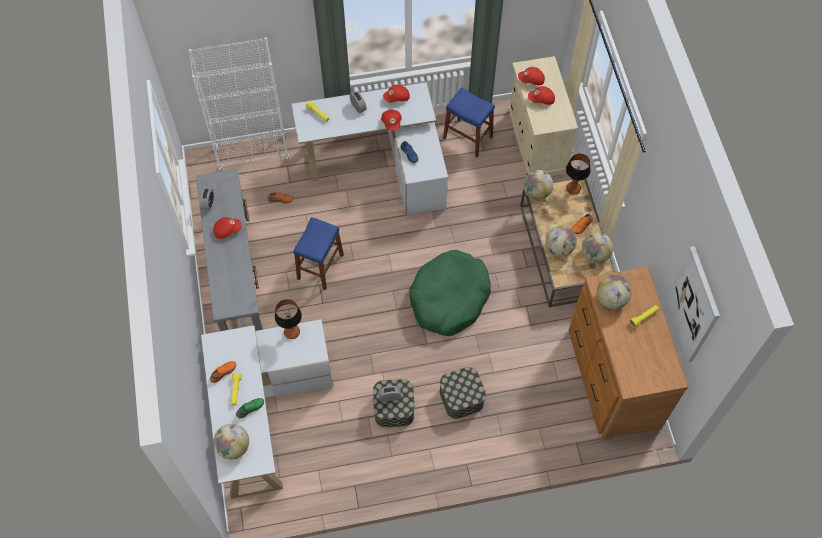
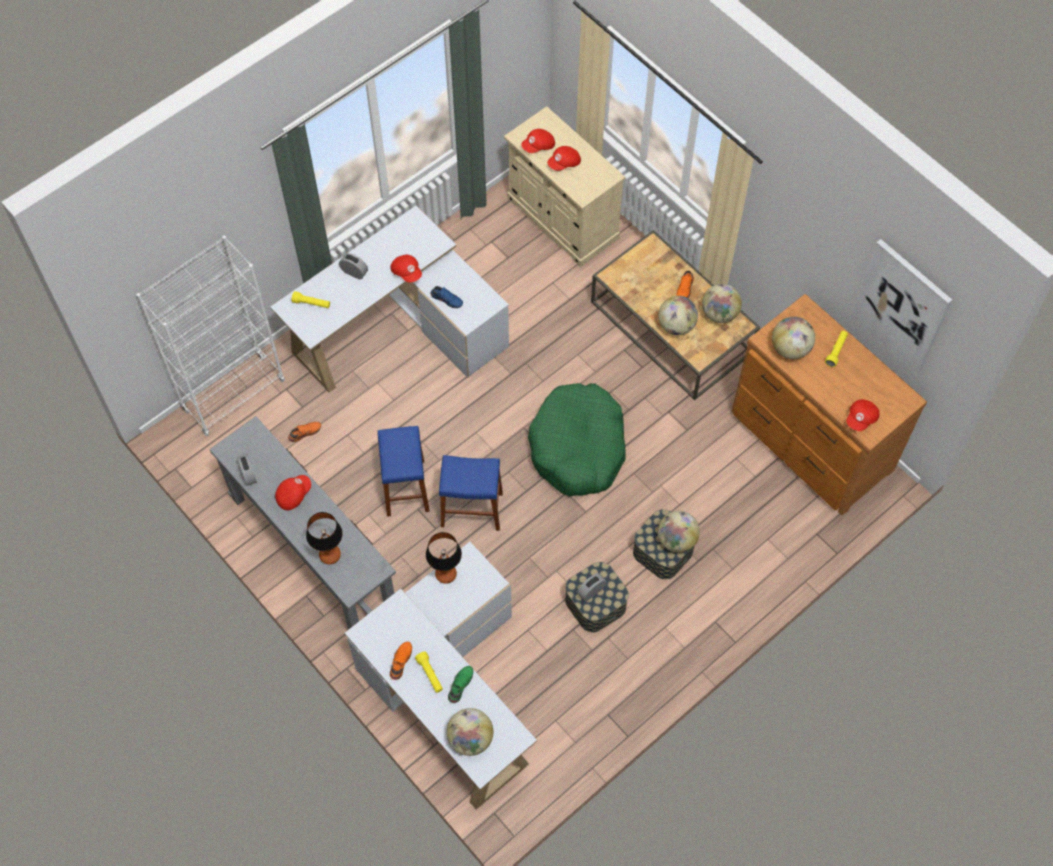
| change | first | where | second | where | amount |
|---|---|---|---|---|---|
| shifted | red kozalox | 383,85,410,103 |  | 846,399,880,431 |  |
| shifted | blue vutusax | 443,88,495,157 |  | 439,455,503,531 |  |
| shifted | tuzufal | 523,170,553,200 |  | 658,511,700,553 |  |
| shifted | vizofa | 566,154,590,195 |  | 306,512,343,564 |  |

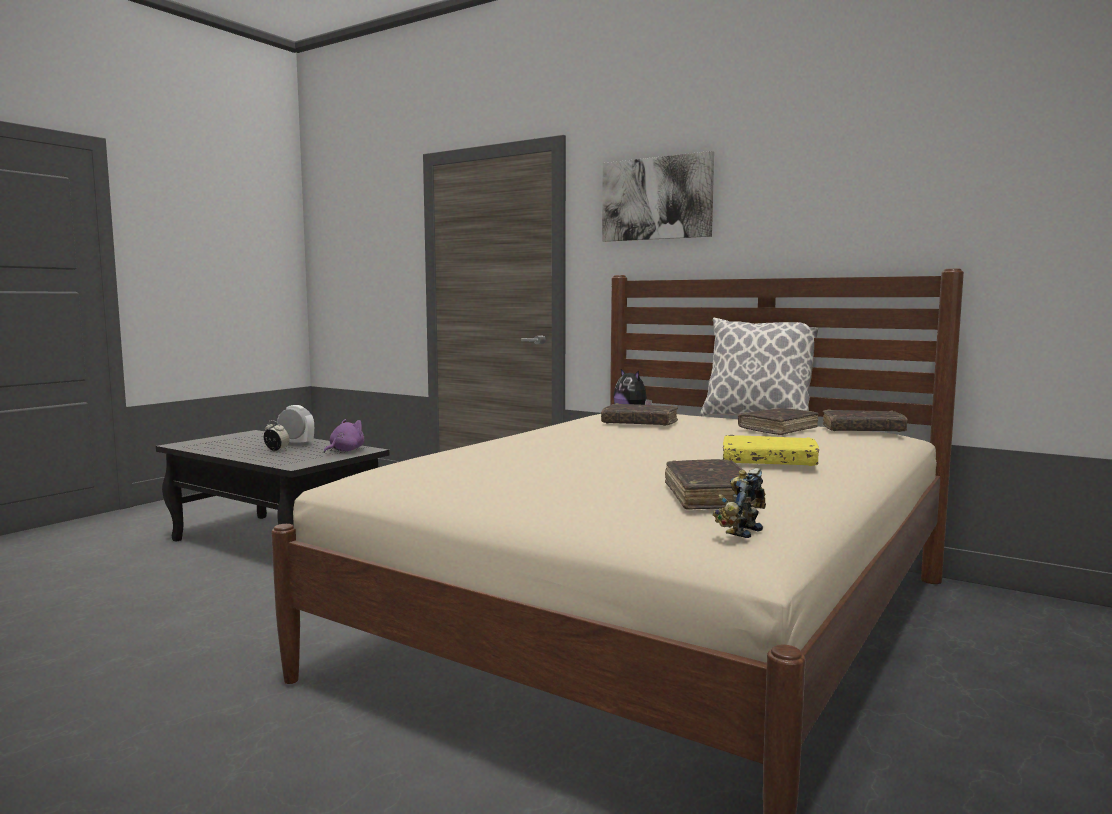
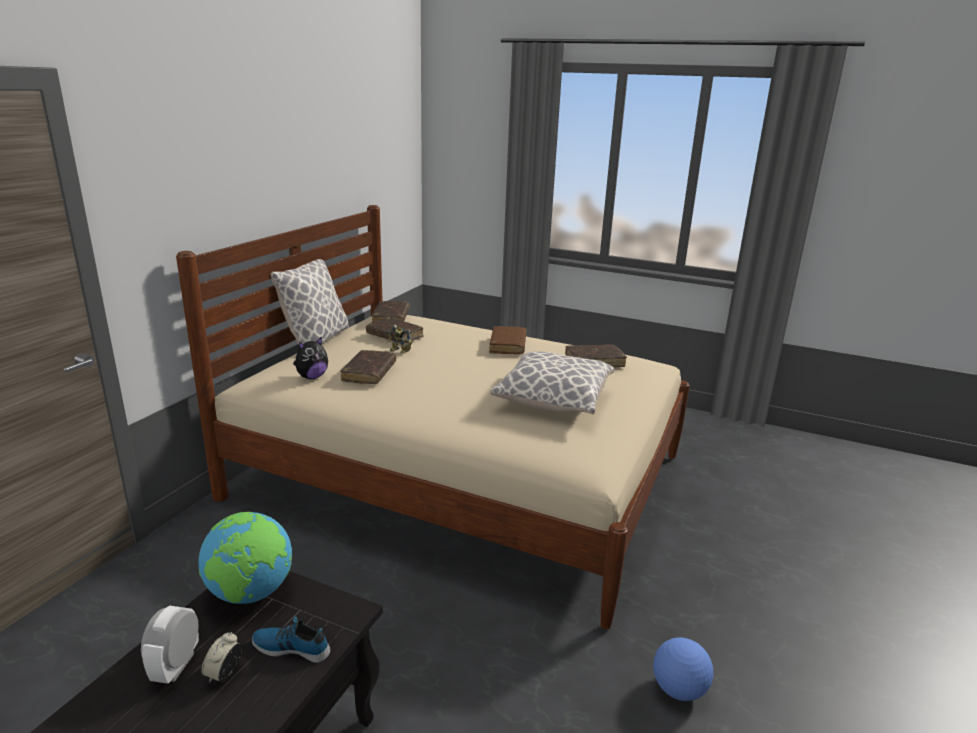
| change | first | where | second | where | amount |
|---|---|---|---|---|---|
| swapped | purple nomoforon | 324,419,364,453 | tuzufal | 199,512,292,604 |  |
| gone | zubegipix | 602,151,714,242 |  |  |  |
| shifted | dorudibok | 713,468,766,538 |  | 388,325,413,354 |  |
| repainted | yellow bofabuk | 723,435,819,466 | brown bofabuk | 489,326,526,354 |  |
| new |  |  | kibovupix | 252,617,330,663 |  |
| new |  |  | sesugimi | 491,351,614,414 |  |
| new |  |  | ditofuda | 653,637,713,701 |  |

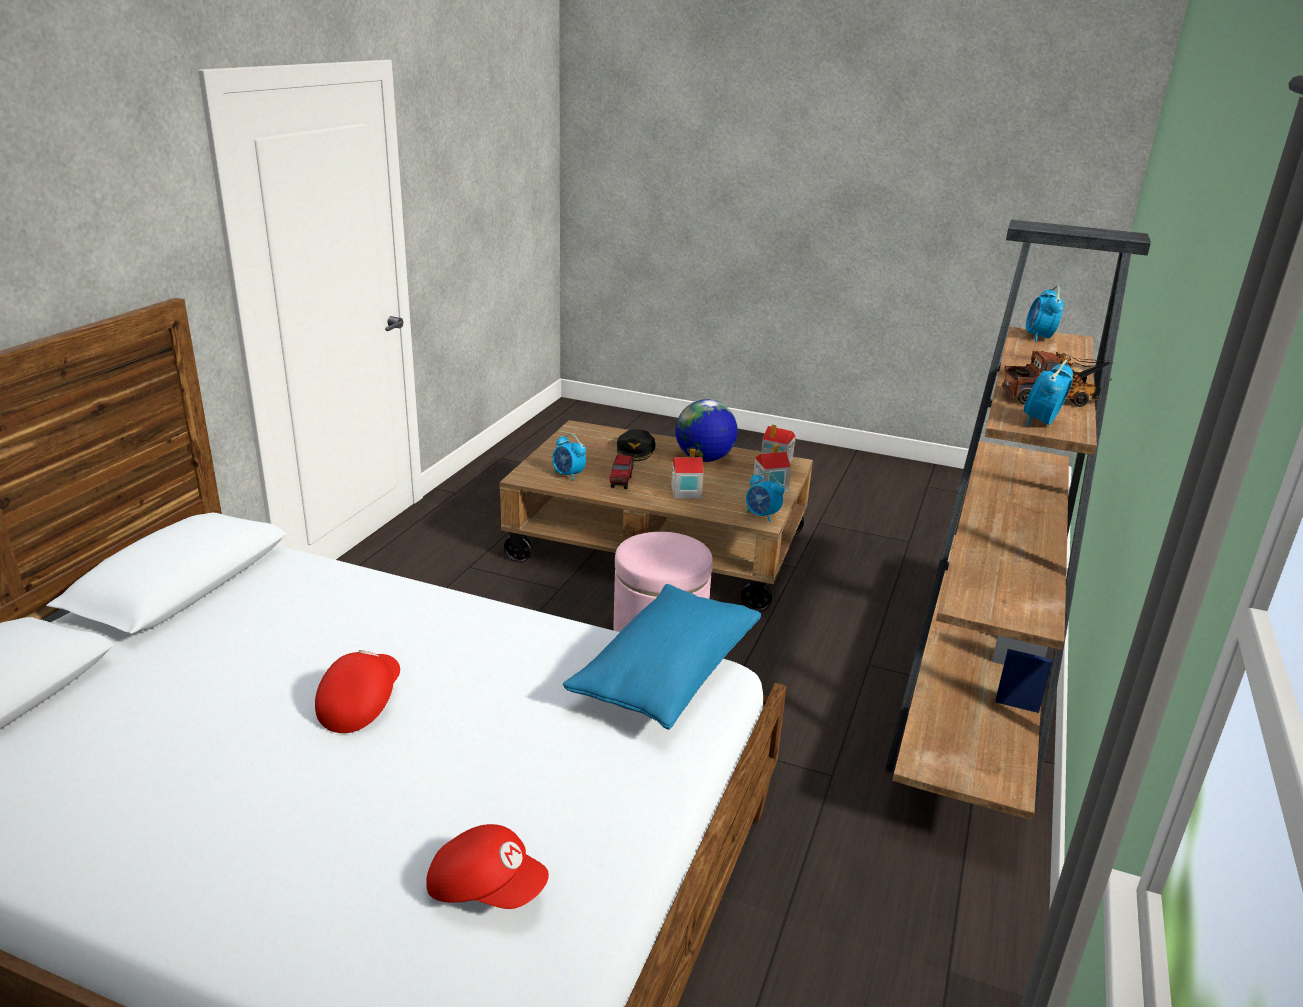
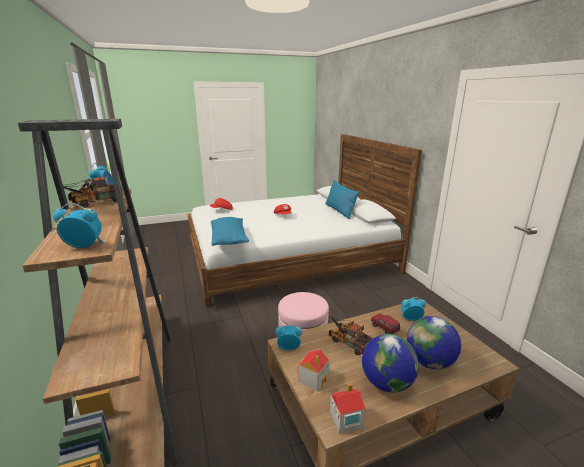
| change | first | where | second | where | amount |
|---|---|---|---|---|---|
| swapped | black kozalox | 617,429,655,461 | tuzufal | 407,316,461,369 |  |
| swapped | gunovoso | 671,449,704,498 | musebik | 328,316,373,355 |  |
| rotated | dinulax | 1026,286,1064,342 |  | 53,203,103,248 | 60 degrees counterclockwise |
| new |  |  | blue sesugimi | 326,180,360,219 |  |

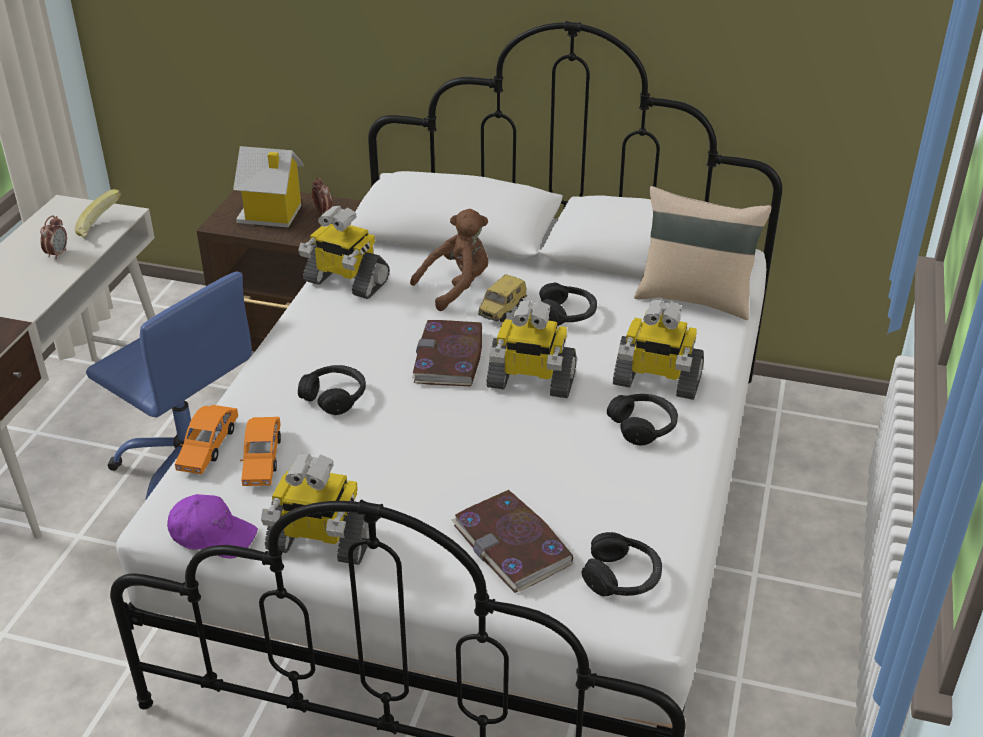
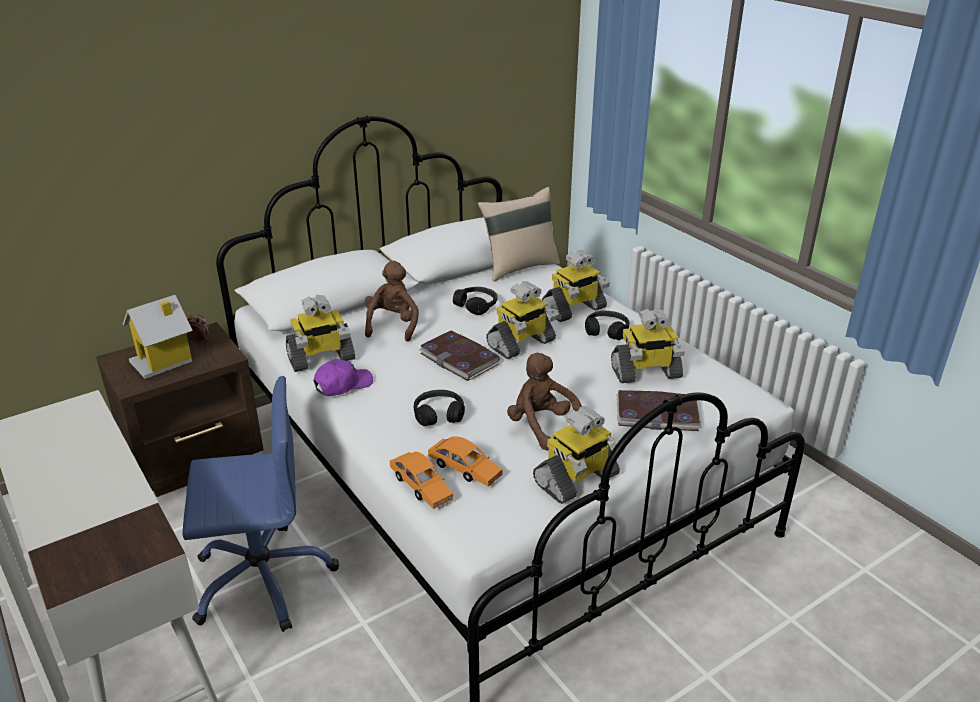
| change | first | where | second | where | amount |
|---|---|---|---|---|---|
| gone | dinulax | 40,215,67,259 |  |  |  |
| gone | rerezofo | 75,189,121,238 |  |  |  |
| shifted | purple kozalox | 167,494,258,559 |  | 313,359,373,396 |  |
| gone | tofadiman | 478,274,527,322 |  |  |  |
| gone | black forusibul | 582,532,662,596 |  |  |  |
| new |  |  | brown nomoforon | 507,353,582,450 |  |
| new |  |  | dorudibok | 611,308,685,383 |  |

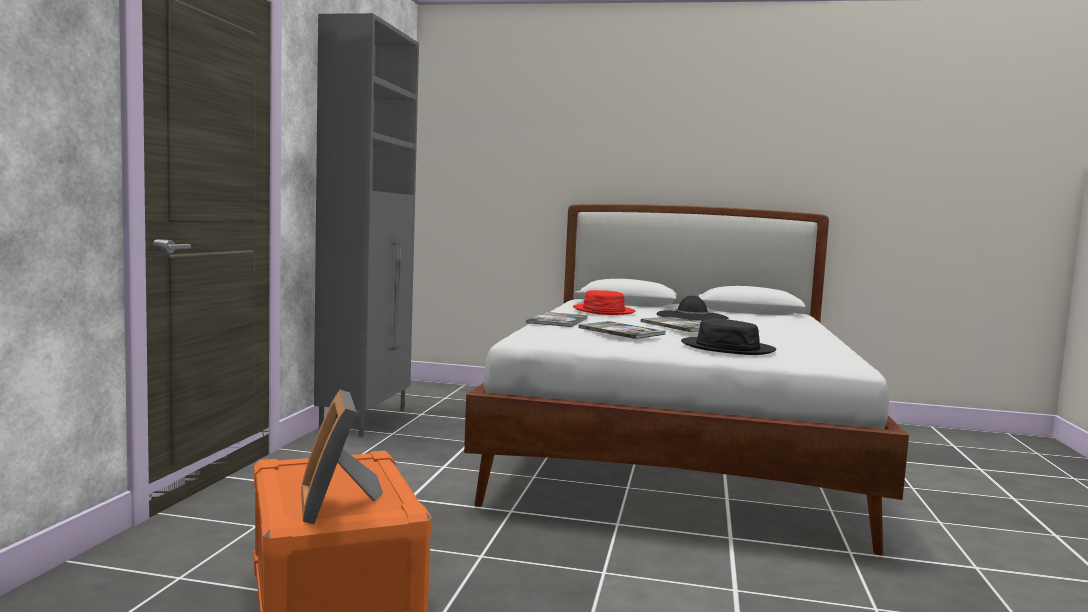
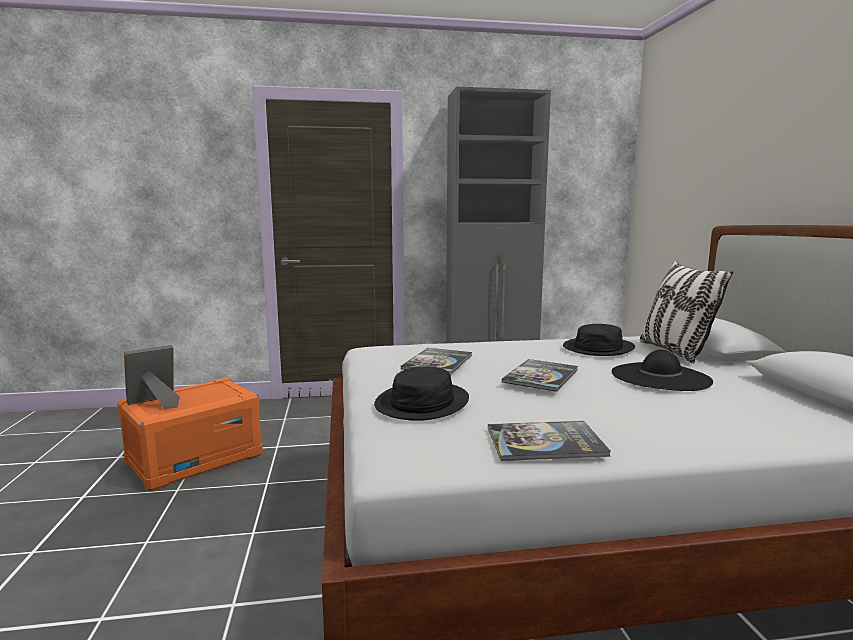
| change | first | where | second | where | amount |
|---|---|---|---|---|---|
| shifted | bofabuk | 526,312,588,327 |  | 488,421,611,461 |  |
| repainted | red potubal | 573,290,636,315 | black potubal | 563,324,635,356 |  |
| new |  |  | sesugimi | 640,261,733,364 |  |

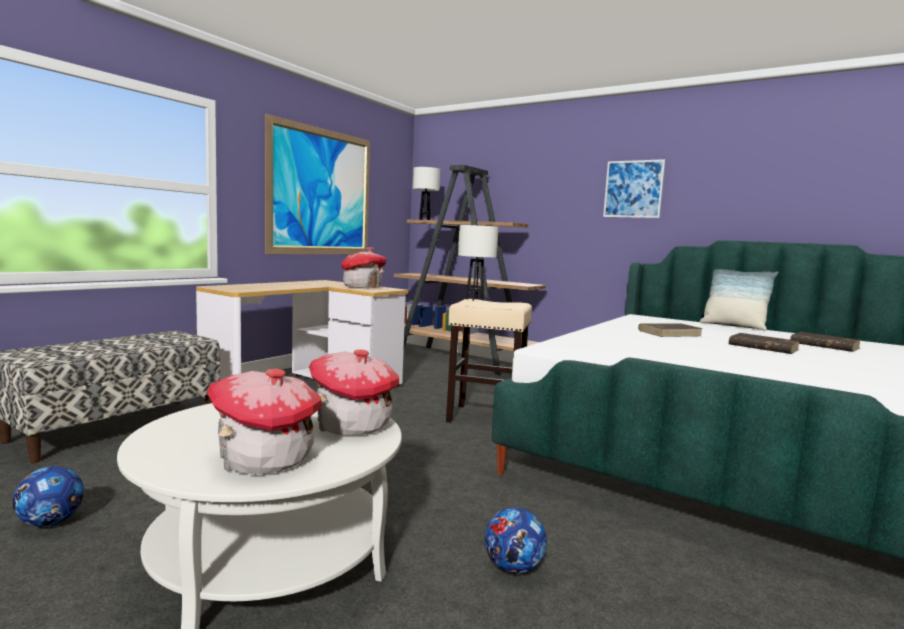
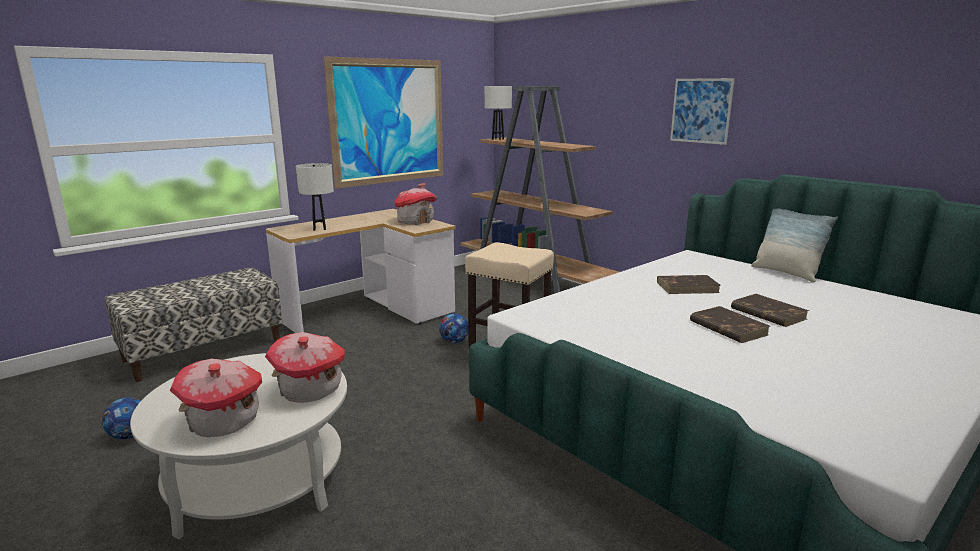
| change | first | where | second | where | amount |
|---|---|---|---|---|---|
| shifted | white vizofa | 458,225,499,301 |  | 296,163,334,231 |  |
| shifted | ditofuda | 485,507,547,574 |  | 439,313,469,343 |  |
| shifted | brown bofabuk | 790,332,861,352 |  | 690,306,770,343 |  |

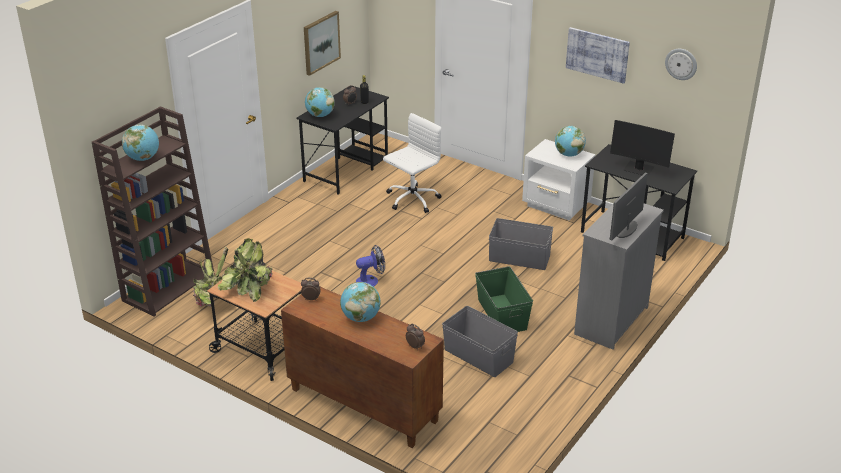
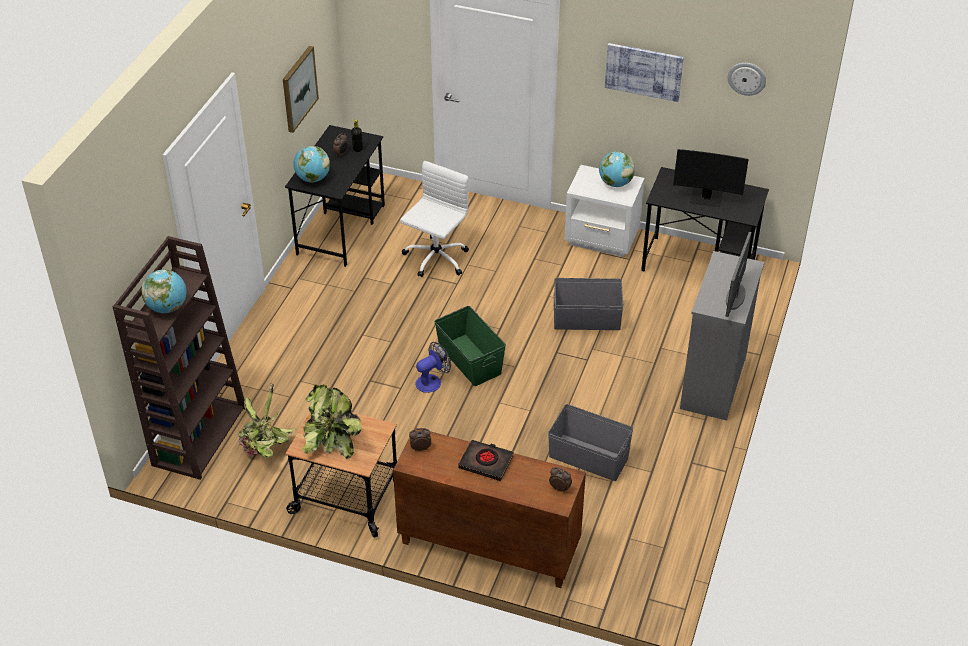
| change | first | where | second | where | amount |
|---|---|---|---|---|---|
| swapped | tuzufal | 340,282,381,322 | black bofabuk | 458,440,513,481 |  |
| shifted | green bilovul | 475,266,533,332 |  | 434,306,506,386 |  |

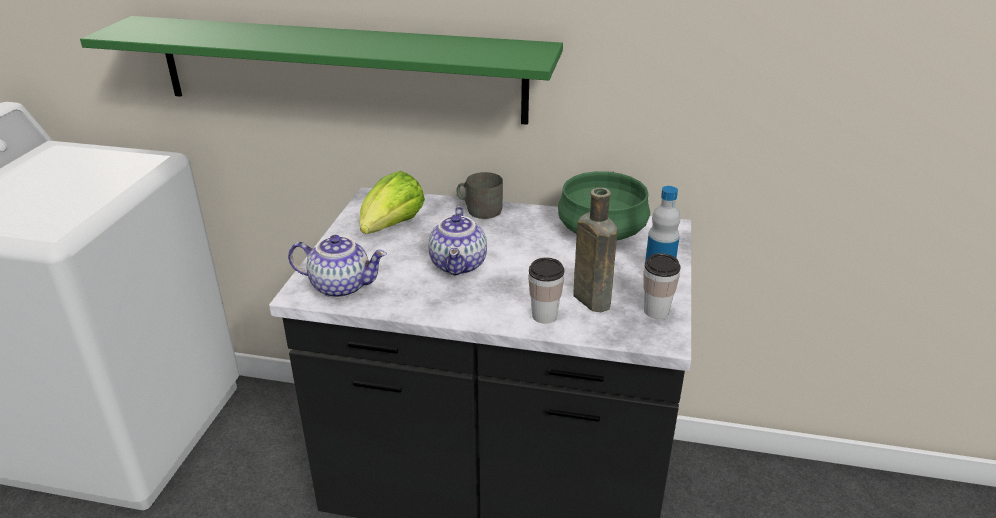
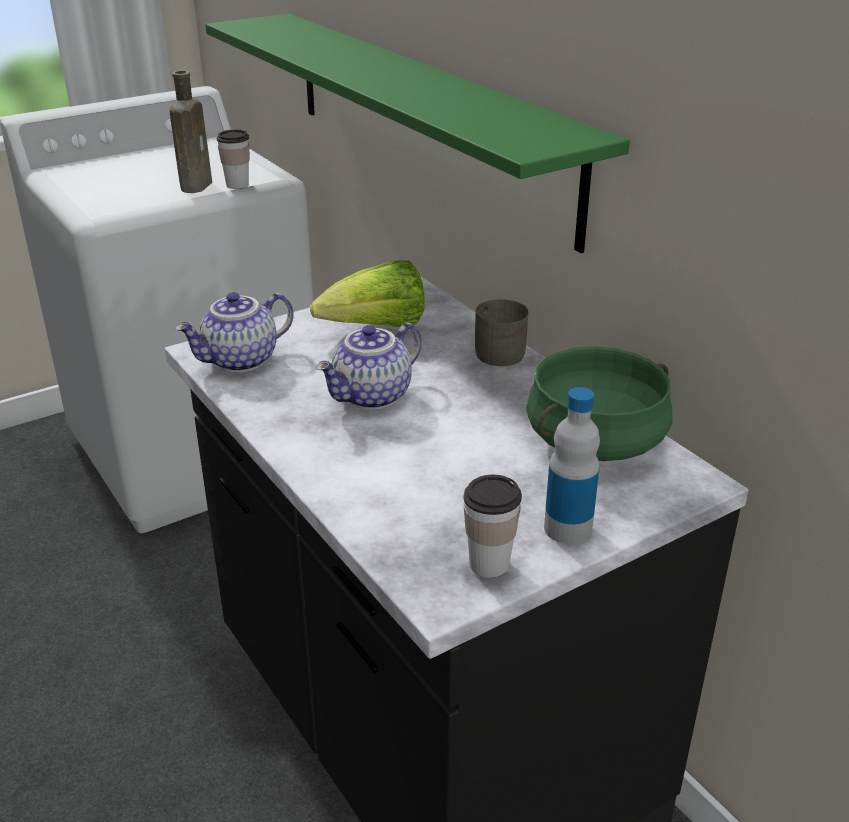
| change | first | where | second | where | amount |
|---|---|---|---|---|---|
| rotated | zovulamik | 288,235,387,298 |  | 175,292,294,372 | 90 degrees clockwise |
| shifted | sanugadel | 528,258,564,324 |  | 217,130,249,189 |  |
| shifted | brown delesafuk | 573,188,618,312 |  | 170,70,212,193 |  |

